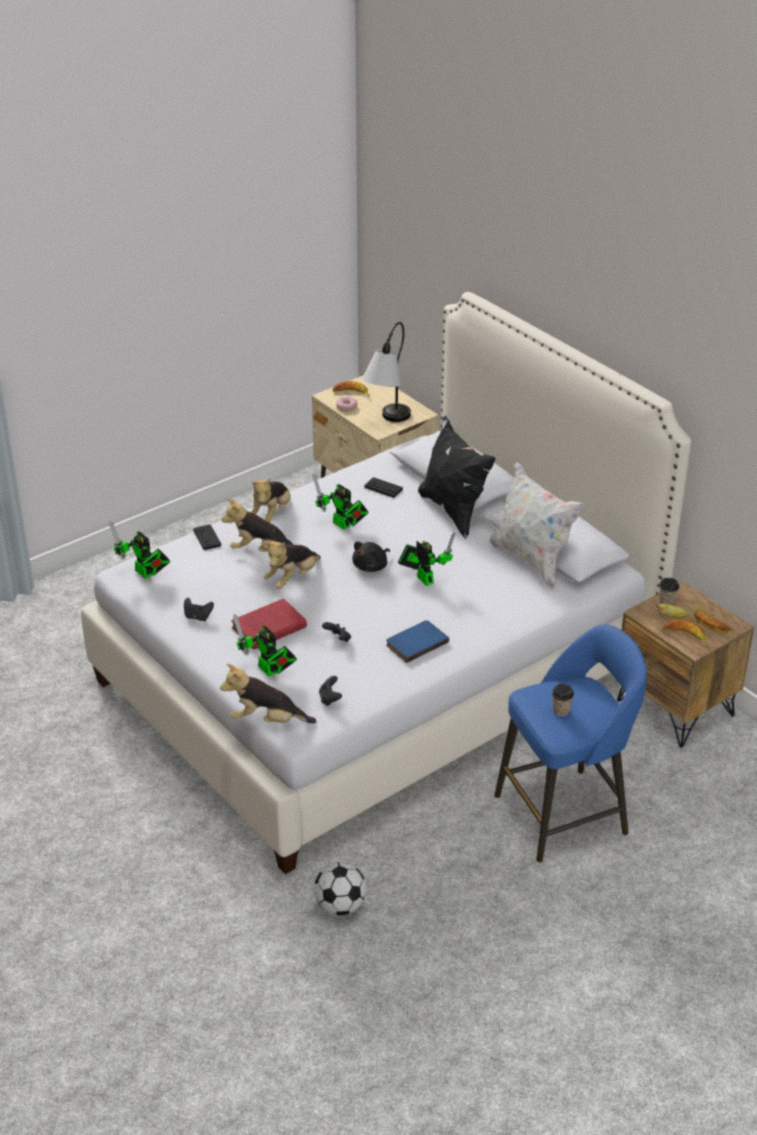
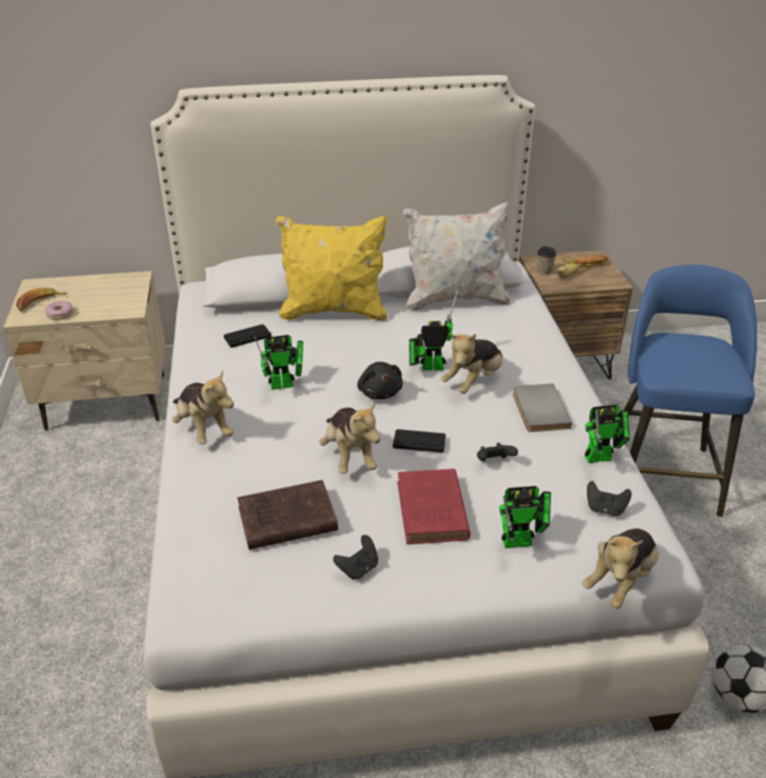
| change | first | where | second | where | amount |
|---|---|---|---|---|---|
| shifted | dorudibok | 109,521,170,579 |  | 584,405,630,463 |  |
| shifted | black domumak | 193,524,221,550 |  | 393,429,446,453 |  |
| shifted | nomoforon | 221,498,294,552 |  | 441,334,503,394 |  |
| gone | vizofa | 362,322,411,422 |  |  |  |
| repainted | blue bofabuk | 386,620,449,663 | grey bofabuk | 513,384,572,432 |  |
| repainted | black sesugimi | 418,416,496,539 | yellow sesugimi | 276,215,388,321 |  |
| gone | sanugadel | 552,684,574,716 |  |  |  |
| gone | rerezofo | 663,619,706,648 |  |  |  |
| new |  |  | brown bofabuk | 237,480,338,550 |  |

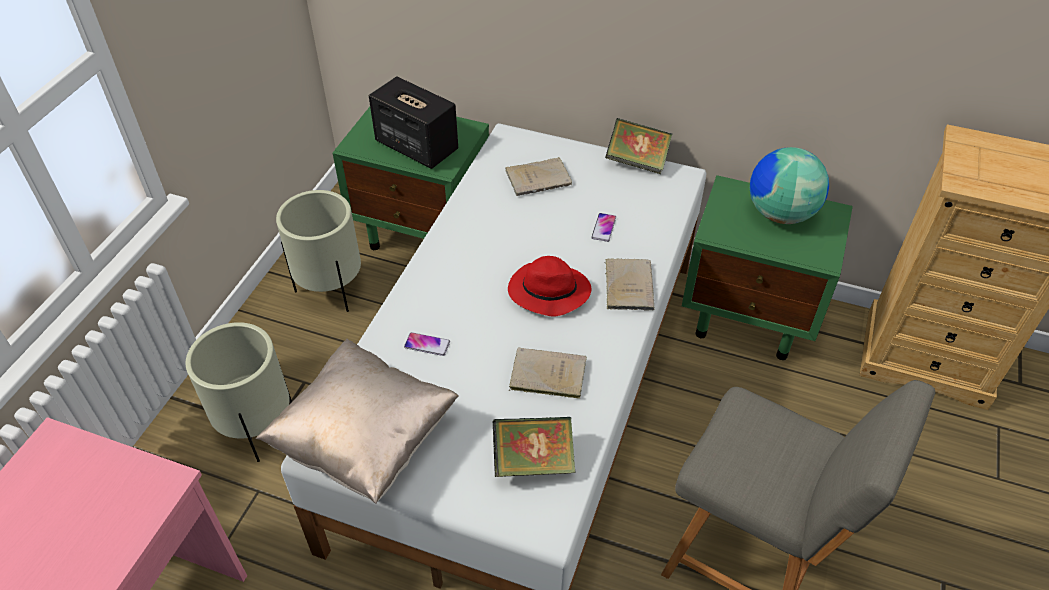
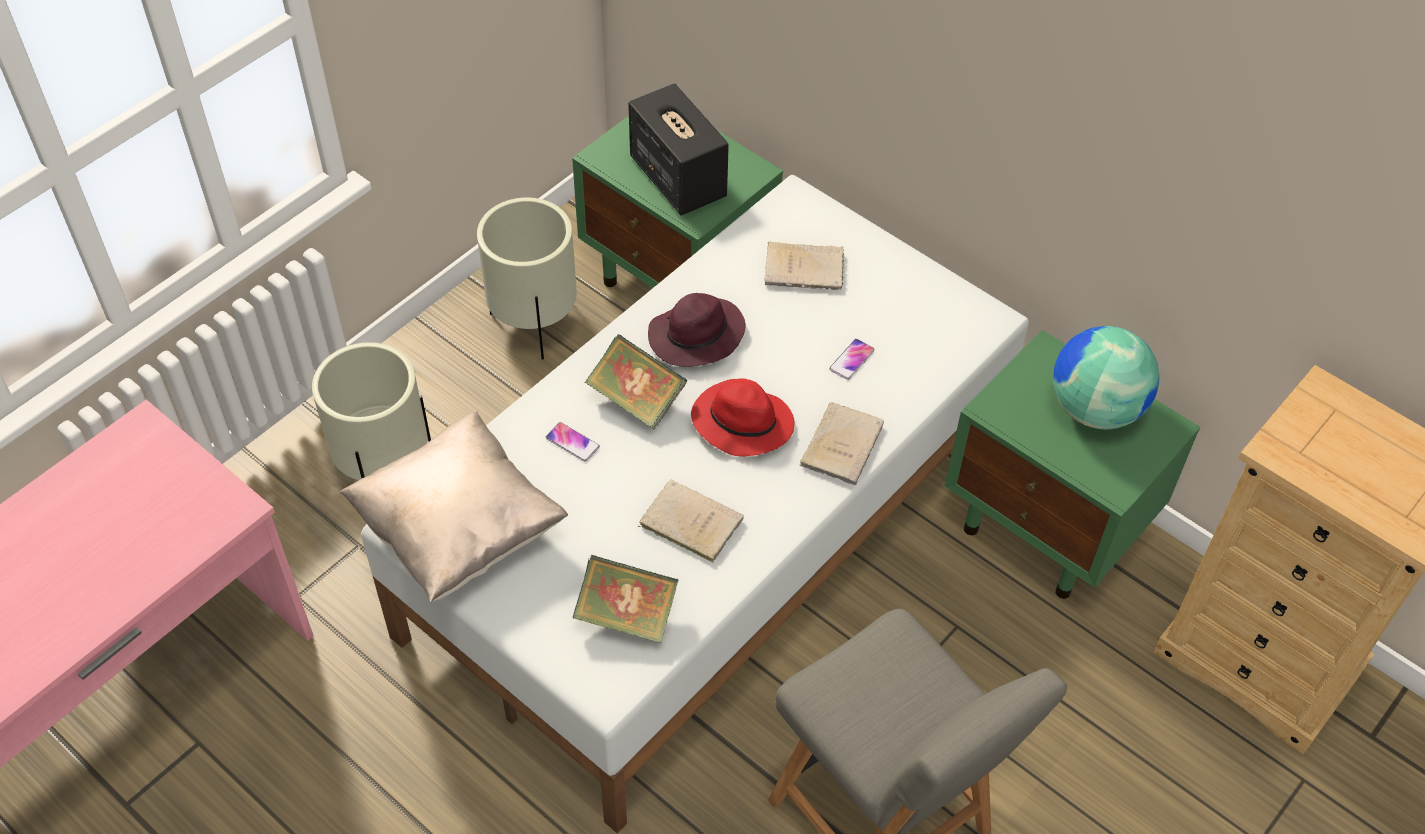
| change | first | where | second | where | amount |
|---|---|---|---|---|---|
| shifted | bofabuk | 605,118,672,174 |  | 585,334,687,430 |  |
| new |  |  | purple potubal | 648,293,745,367 |  |

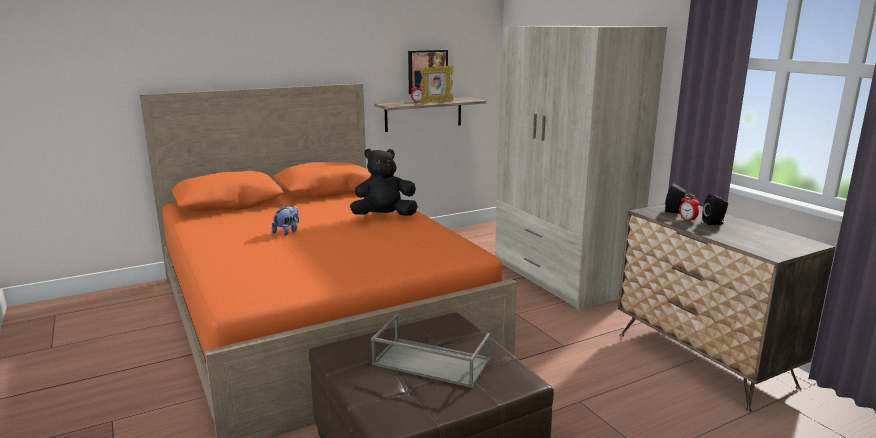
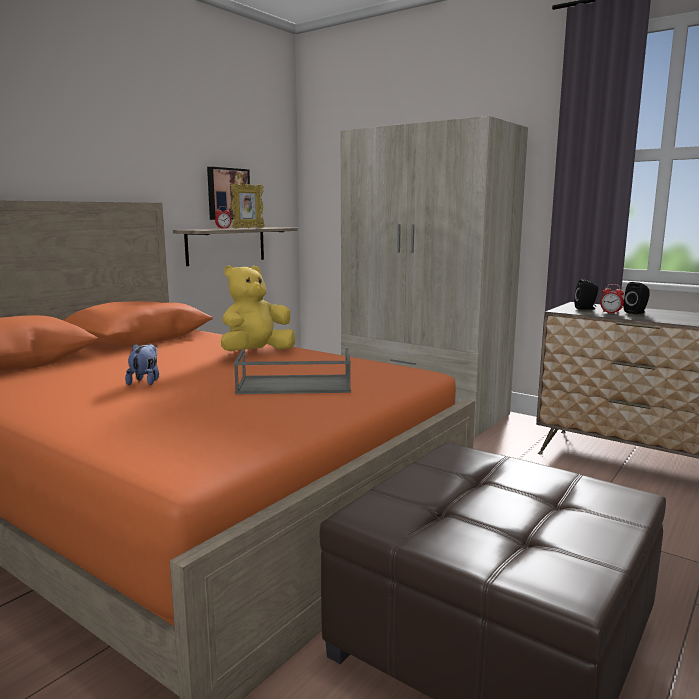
| change | first | where | second | where | amount |
|---|---|---|---|---|---|
| repainted | black nomoforon | 350,148,418,216 | yellow nomoforon | 221,265,295,351 |  |
| shifted | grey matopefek | 371,315,490,388 |  | 234,348,351,394 |  |

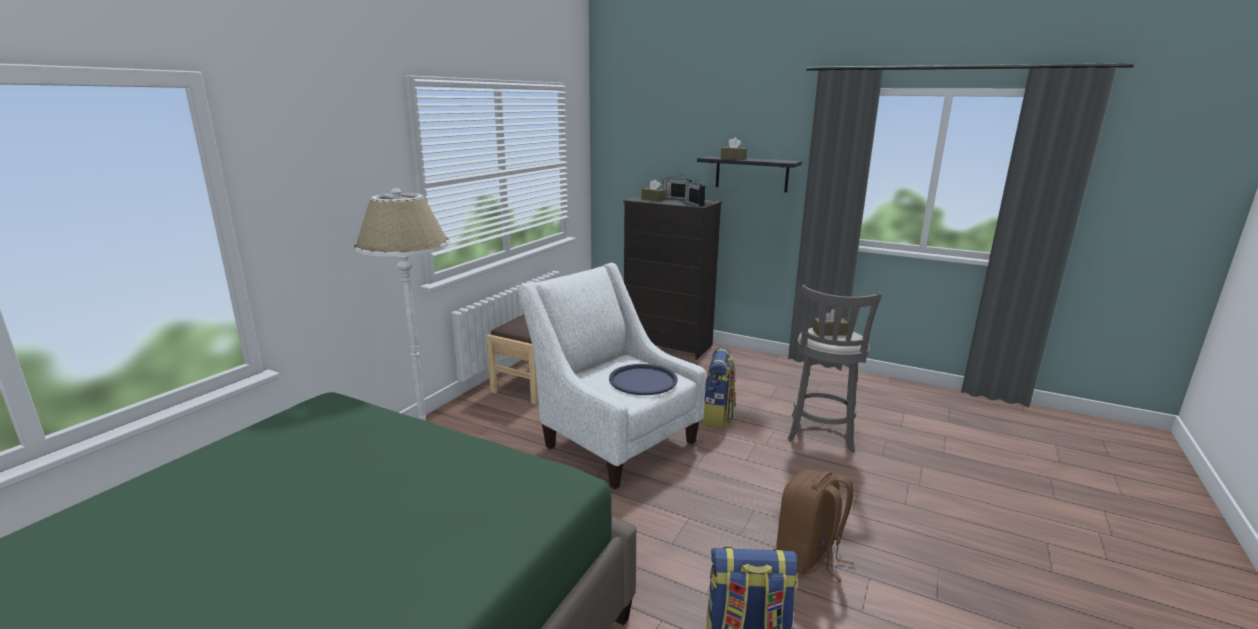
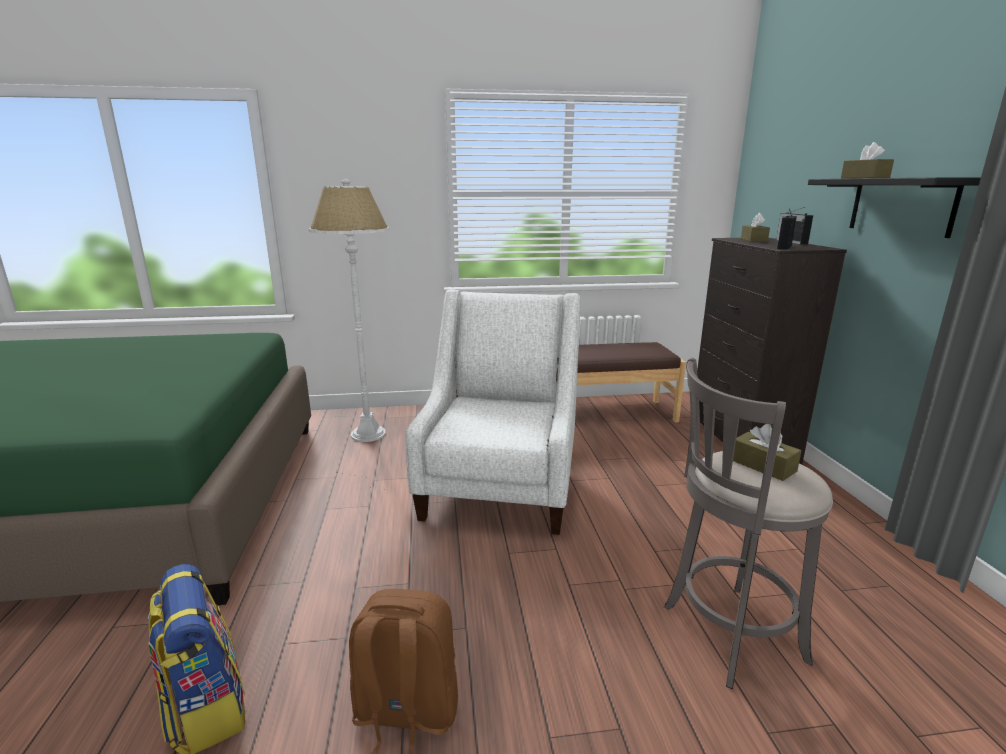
| change | first | where | second | where | amount |
|---|---|---|---|---|---|
| gone | blue matopefek | 609,364,678,395 |  |  |  |
| gone | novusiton | 701,347,736,427 |  |  |  |

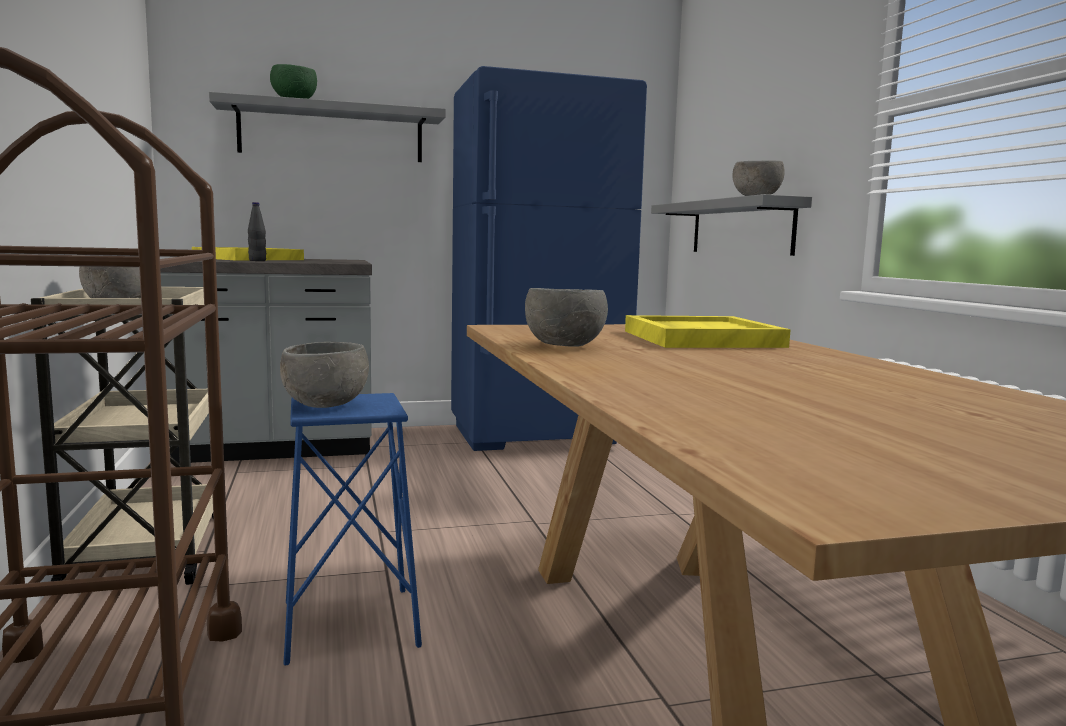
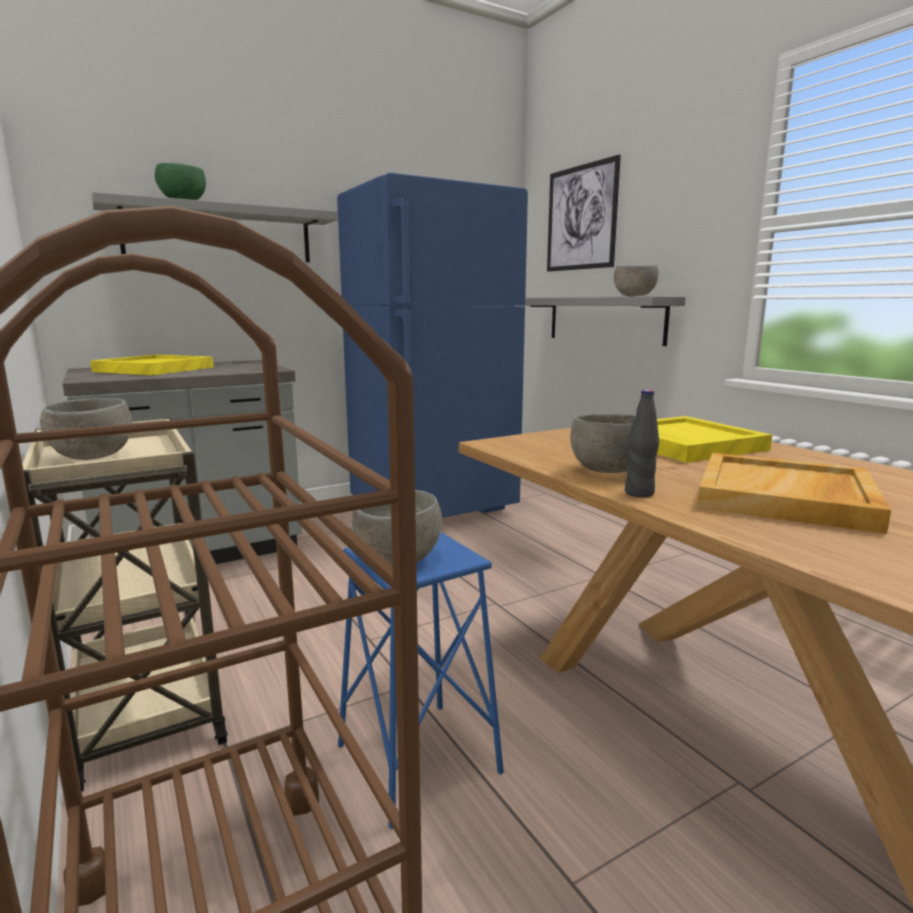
| change | first | where | second | where | amount |
|---|---|---|---|---|---|
| shifted | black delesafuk | 248,202,266,261 |  | 625,390,659,498 |  |
| new |  |  | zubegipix | 547,155,621,272 |  |
| new |  |  | beige matopefek | 697,453,891,534 |  |

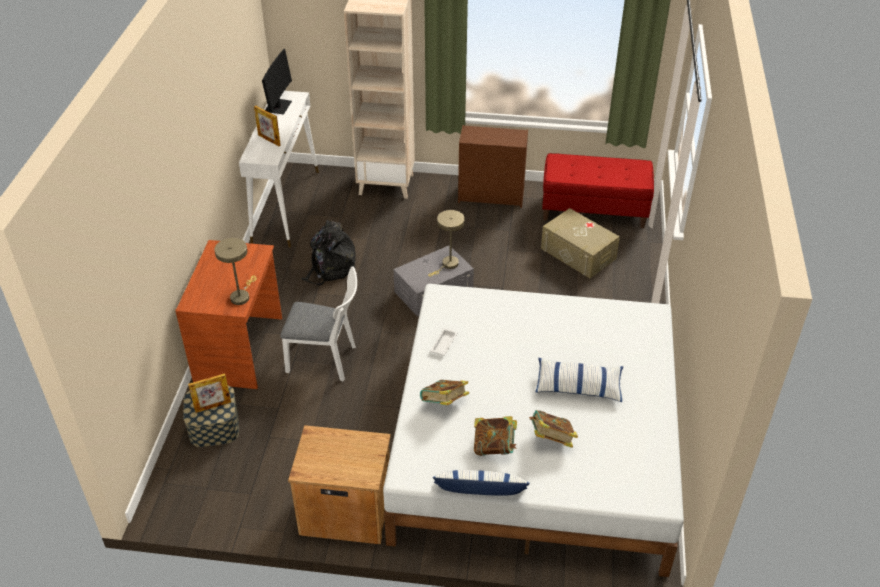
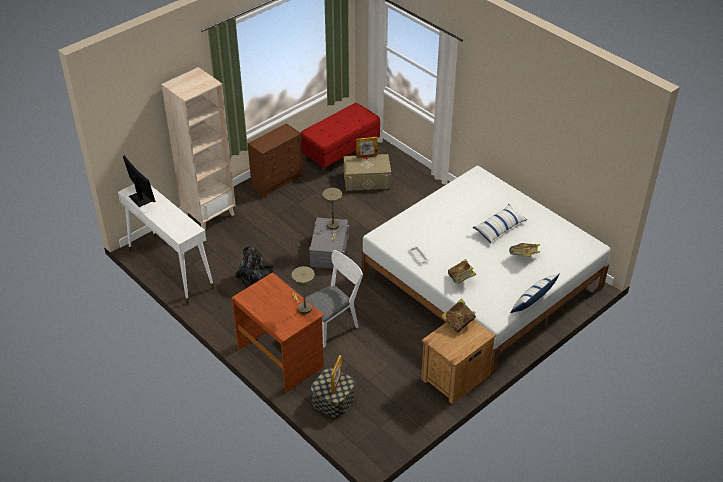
| change | first | where | second | where | amount |
|---|---|---|---|---|---|
| shifted | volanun | 254,106,281,146 |  | 356,137,378,158 |  |
| shifted | bofabuk | 474,416,517,456 |  | 442,298,476,333 |  |

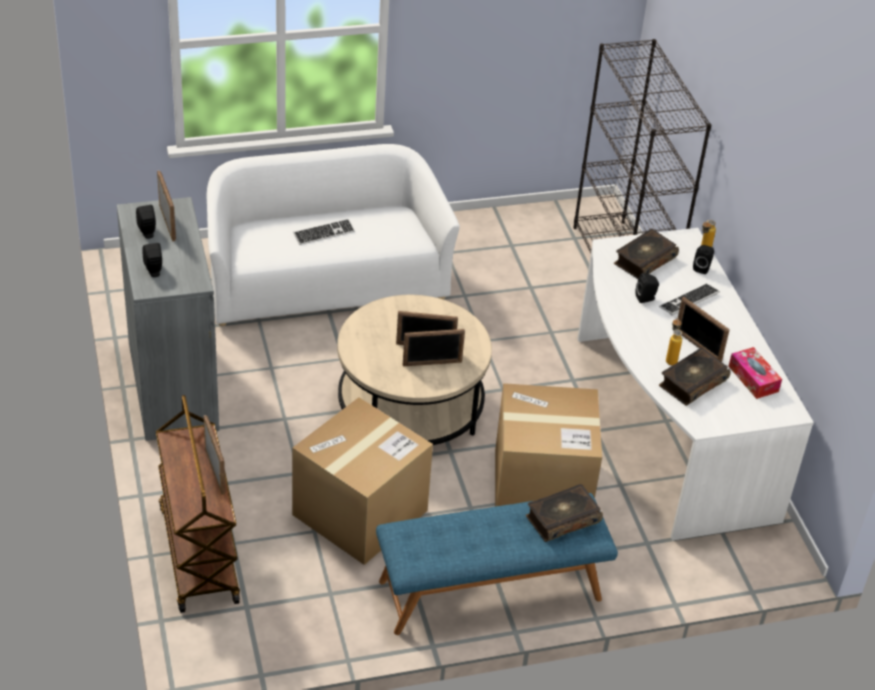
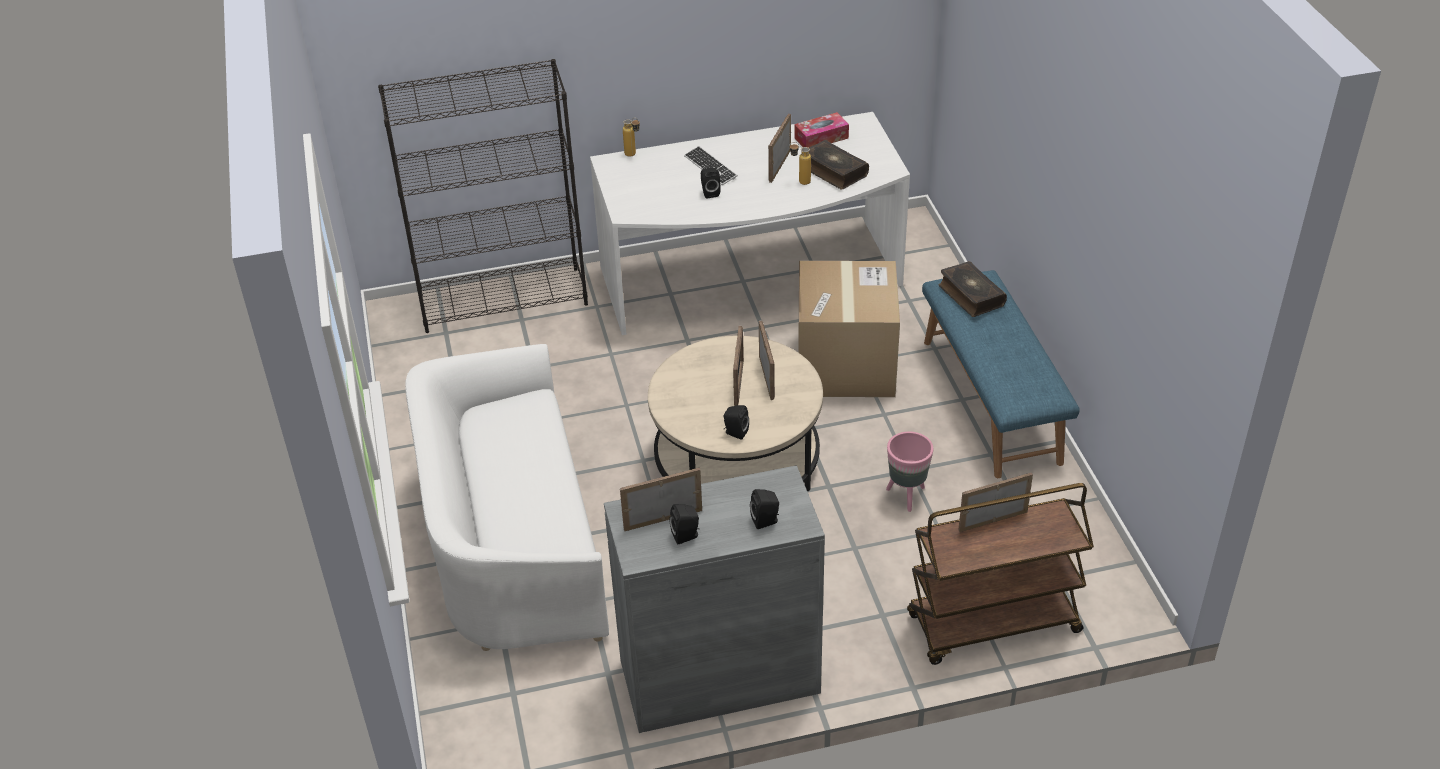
| change | first | where | second | where | amount |
|---|---|---|---|---|---|
| swapped | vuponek | 292,397,433,565 | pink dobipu | 886,432,933,512 |  |
| gone | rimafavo | 293,219,355,245 |  |  |  |
| gone | bofabuk | 614,229,679,279 |  |  |  |
| rotated | volanun | 677,297,730,362 |  | 768,114,791,183 | 150 degrees clockwise |
| shifted | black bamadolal | 693,245,714,274 |  | 723,405,749,440 |  |

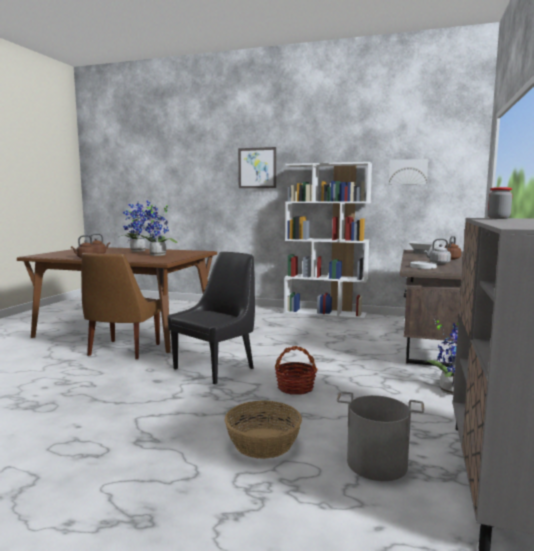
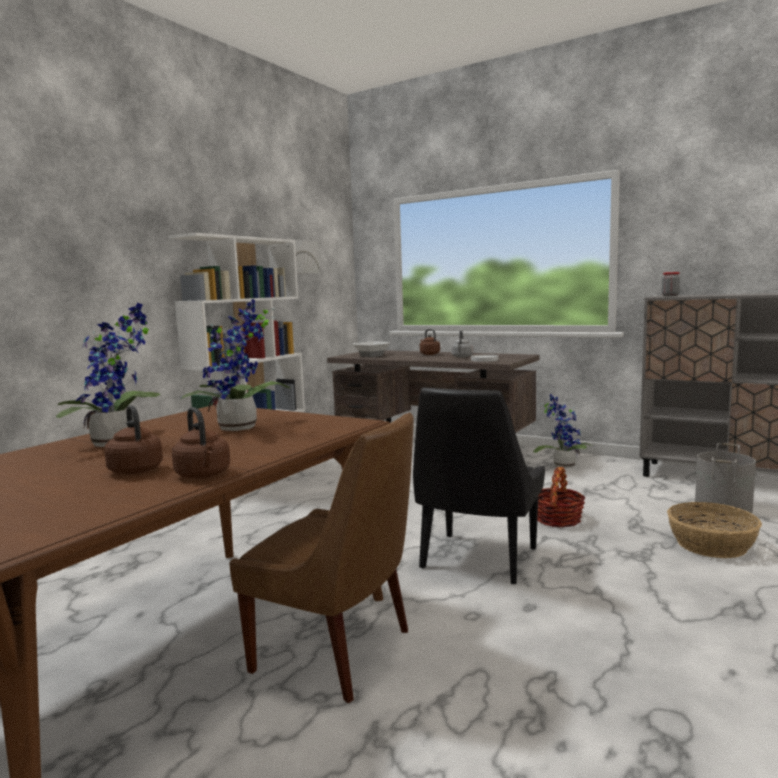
| change | first | where | second | where | amount |
|---|---|---|---|---|---|
| rotated | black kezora | 167,252,255,384 |  | 413,387,545,584 | 120 degrees counterclockwise |
| gone | zubegipix | 238,147,276,188 |  |  |  |

